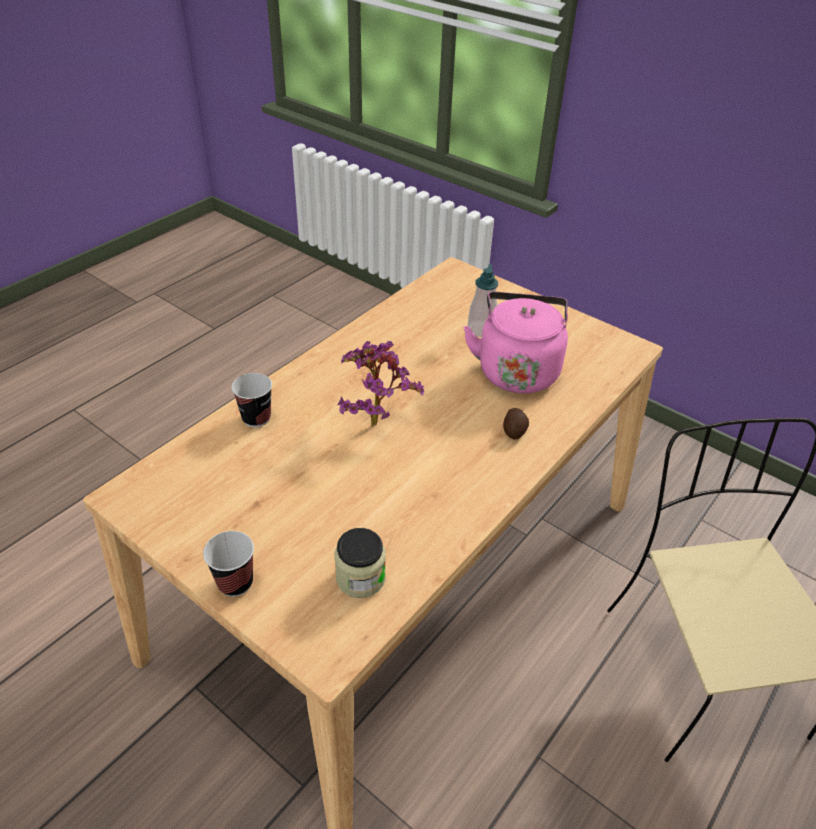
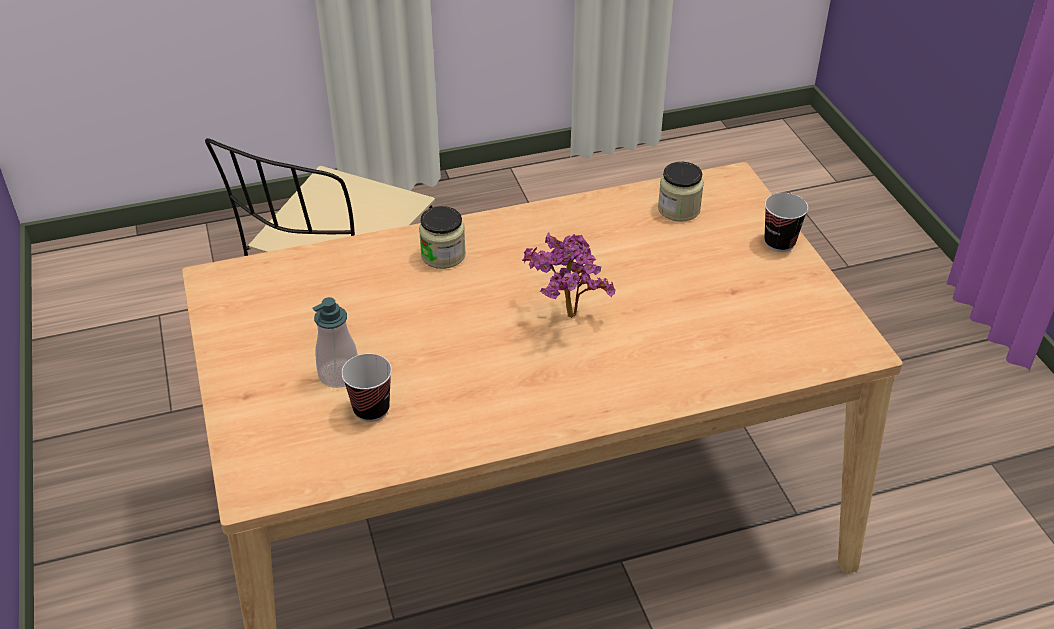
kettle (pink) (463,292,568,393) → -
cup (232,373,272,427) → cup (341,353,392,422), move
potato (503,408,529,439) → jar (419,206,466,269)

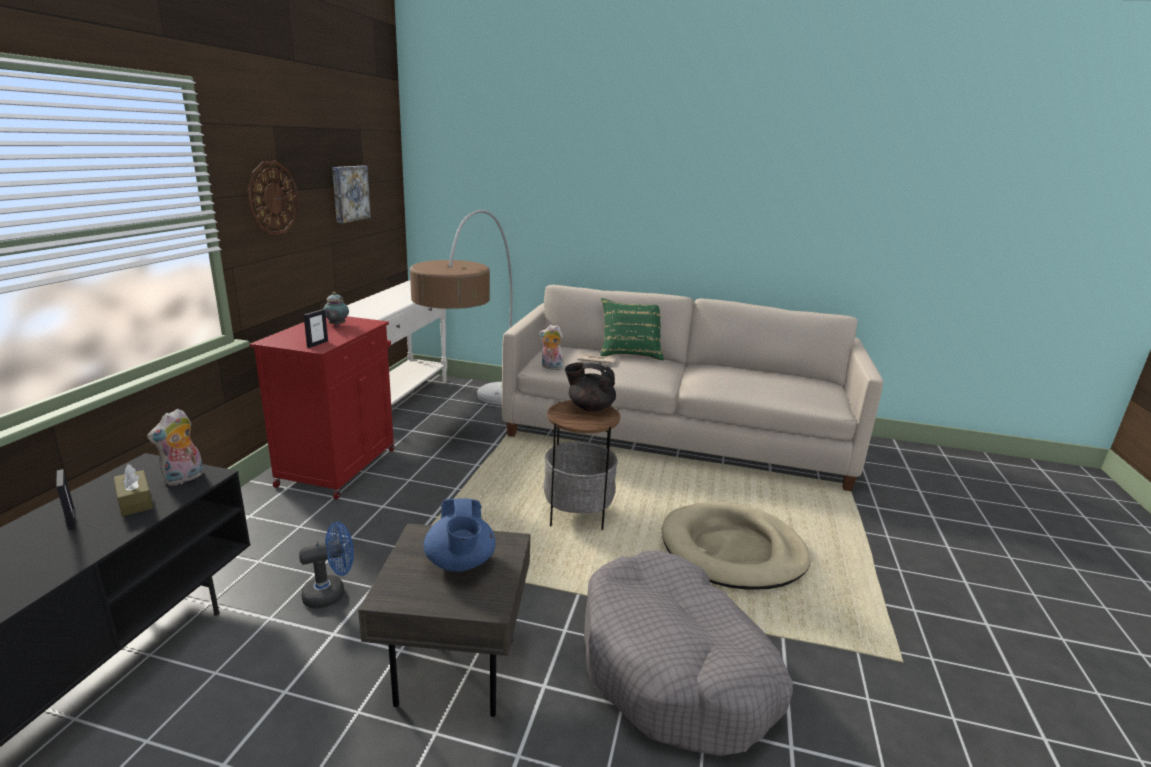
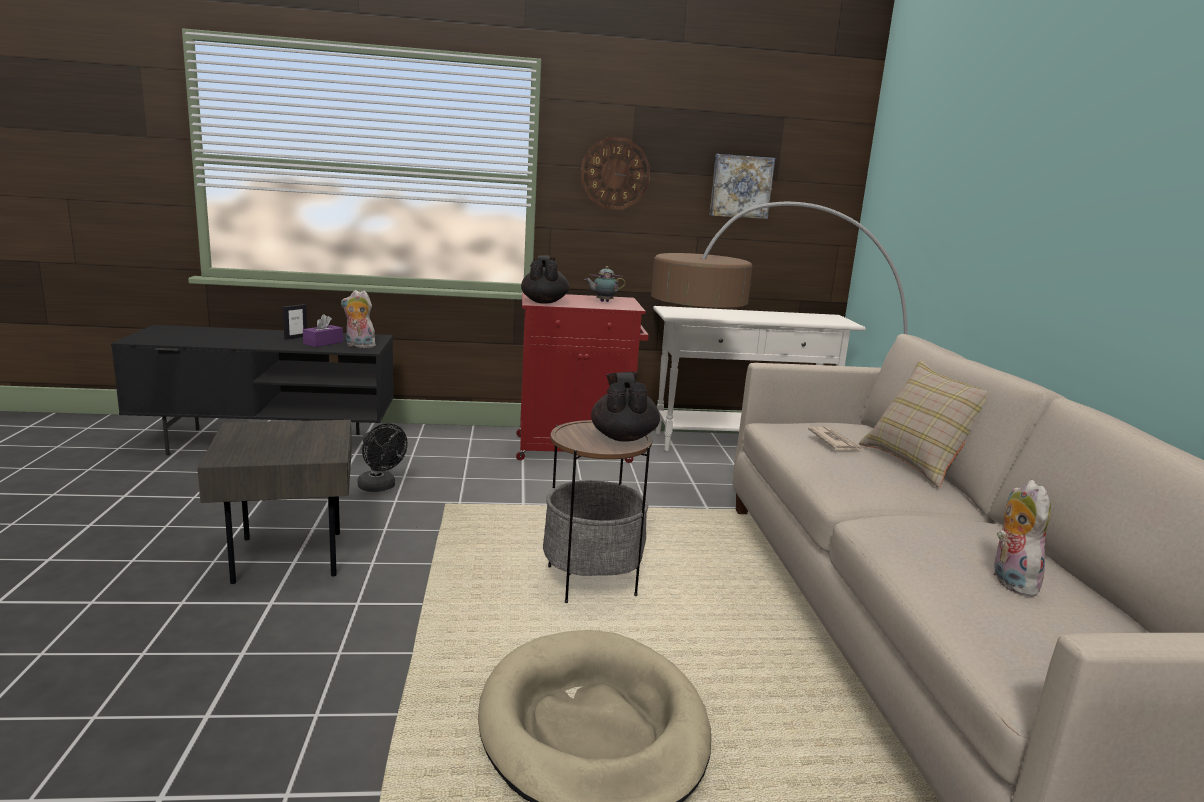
teapot (blue) (423,498,496,572) → -
dog bed (grey) (584,551,793,756) → -
plush toy (539,325,564,370) → plush toy (993,480,1051,597), move
picture frame (304,309,328,348) → teapot (black) (521,255,569,304)
tissue box (brown) (114,464,153,516) → tissue box (purple) (303,314,343,347)
fan (blue) (299,522,354,609) → fan (black) (357,423,408,492)
pillow (green) (600,298,664,360) → pillow (beige) (859,359,988,488)

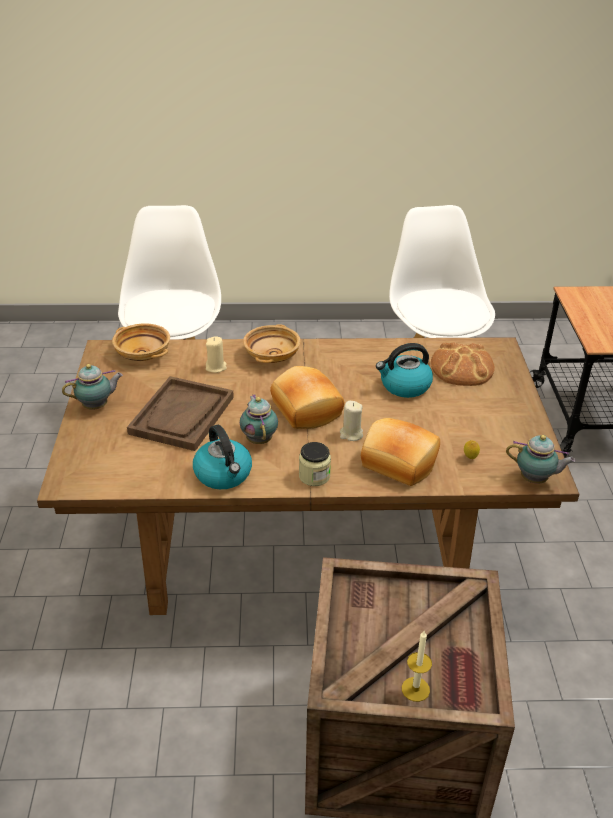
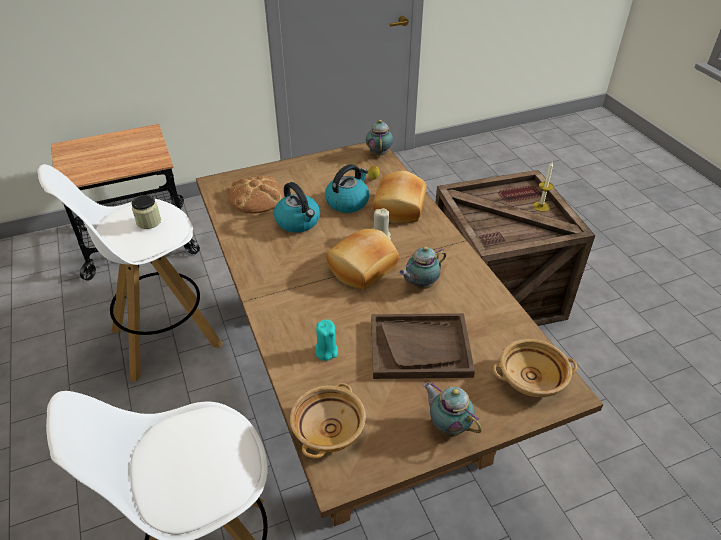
kettle (193,425,252,489) → kettle (325,164,369,213), move
bowl (beige) (243,324,301,363) → bowl (beige) (493,339,577,397), move
jar (299,442,331,486) → jar (131,195,161,229), move
candle (beige) (206,336,227,373) → candle (turquoise) (315,319,338,361)

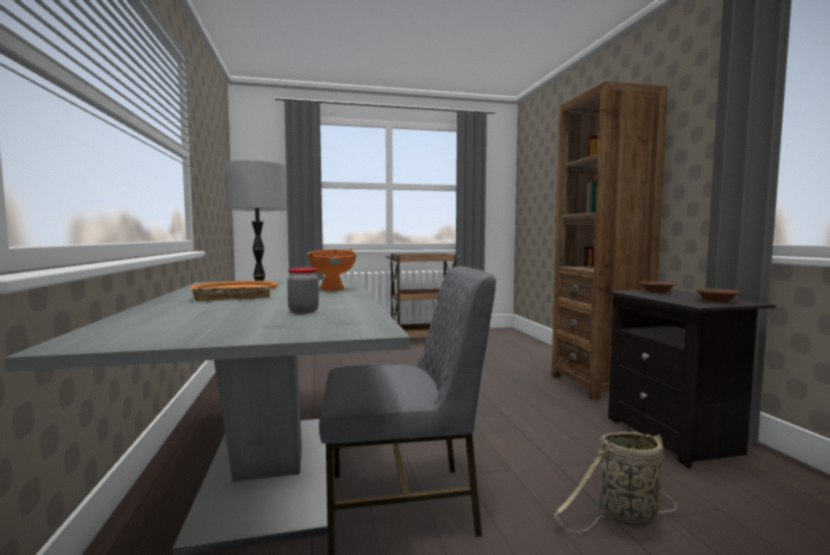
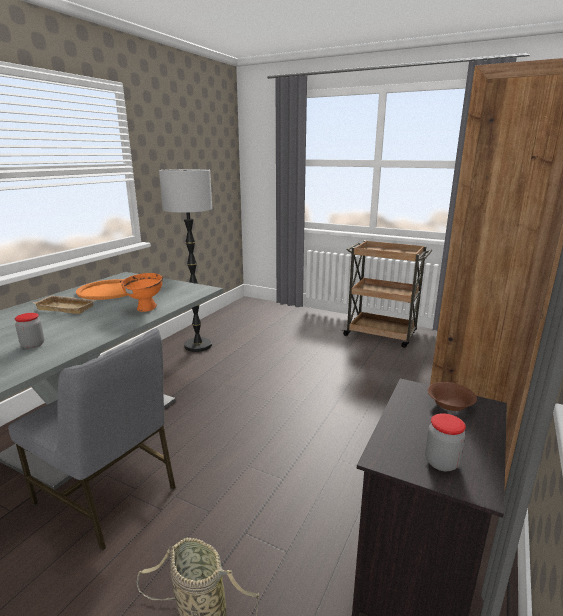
bowl (brown) (695,289,741,303) → jar (425,413,466,471)

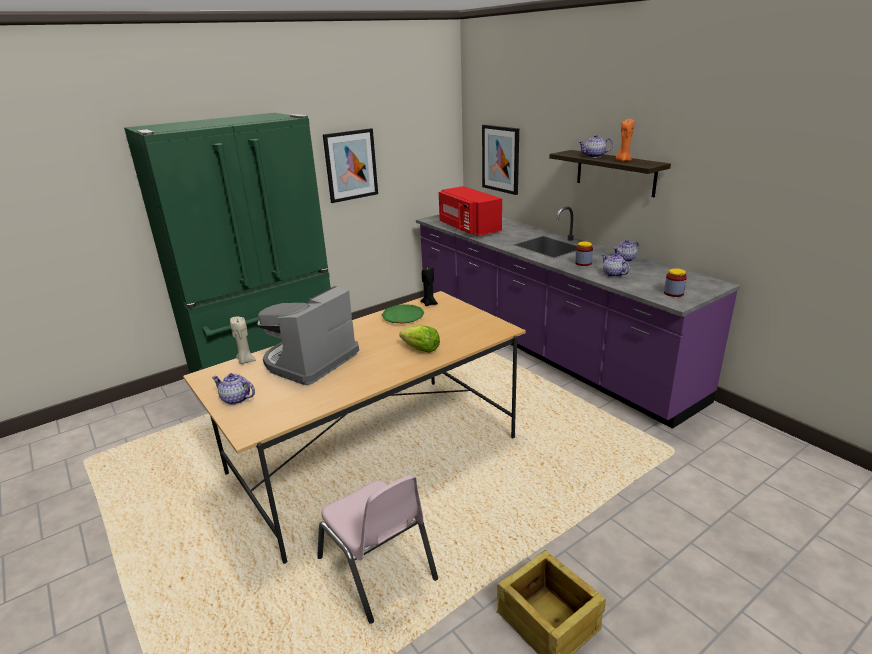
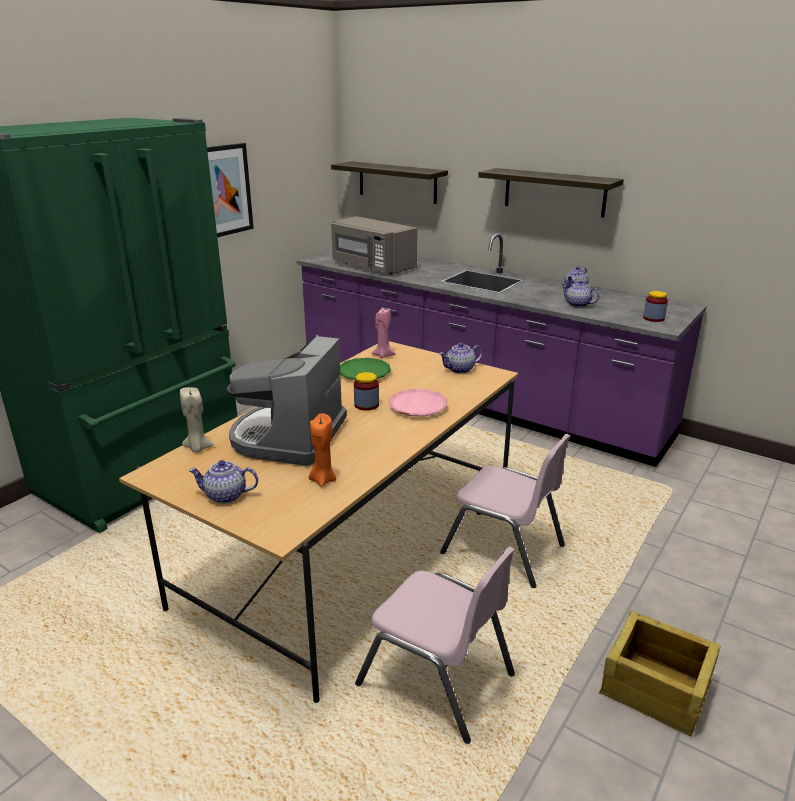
- → chair (pink) (440,434,571,588)
jar (575,242,593,266) → jar (354,372,379,411), move
teapot (578,135,613,158) → teapot (439,343,483,374), move
candle (orange) (616,119,634,161) → candle (orange) (309,413,336,487), move
lettuce (399,325,440,353) → plate (pink) (389,389,447,416)
picture (482,125,519,195) → shelf (331,161,448,204)
candle (black) (420,266,438,306) → candle (pink) (371,308,395,358)
microwave (red) (439,186,502,236) → microwave (grey) (331,216,418,275)

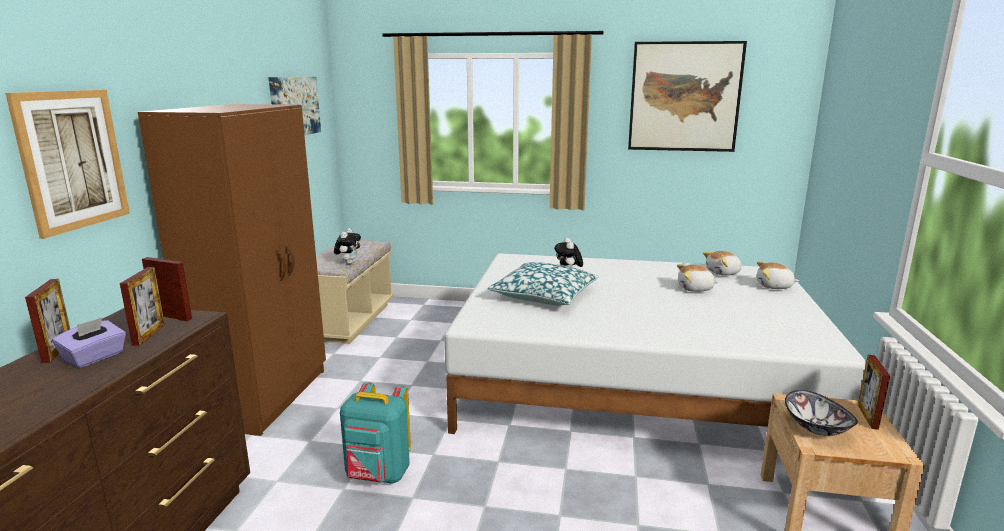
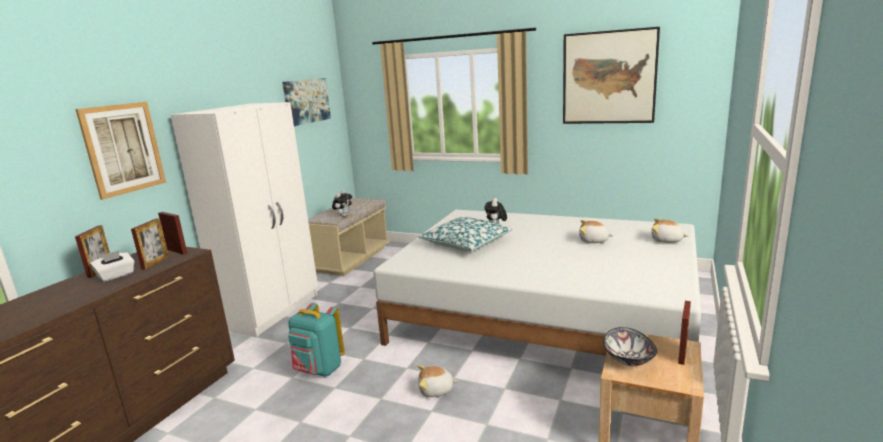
plush toy (703,251,742,276) → plush toy (417,365,458,397), move
tissue box (purple) (52,317,126,368) → tissue box (white) (90,250,134,282)
wardrobe (brown) (138,104,326,436) → wardrobe (white) (171,102,318,337)

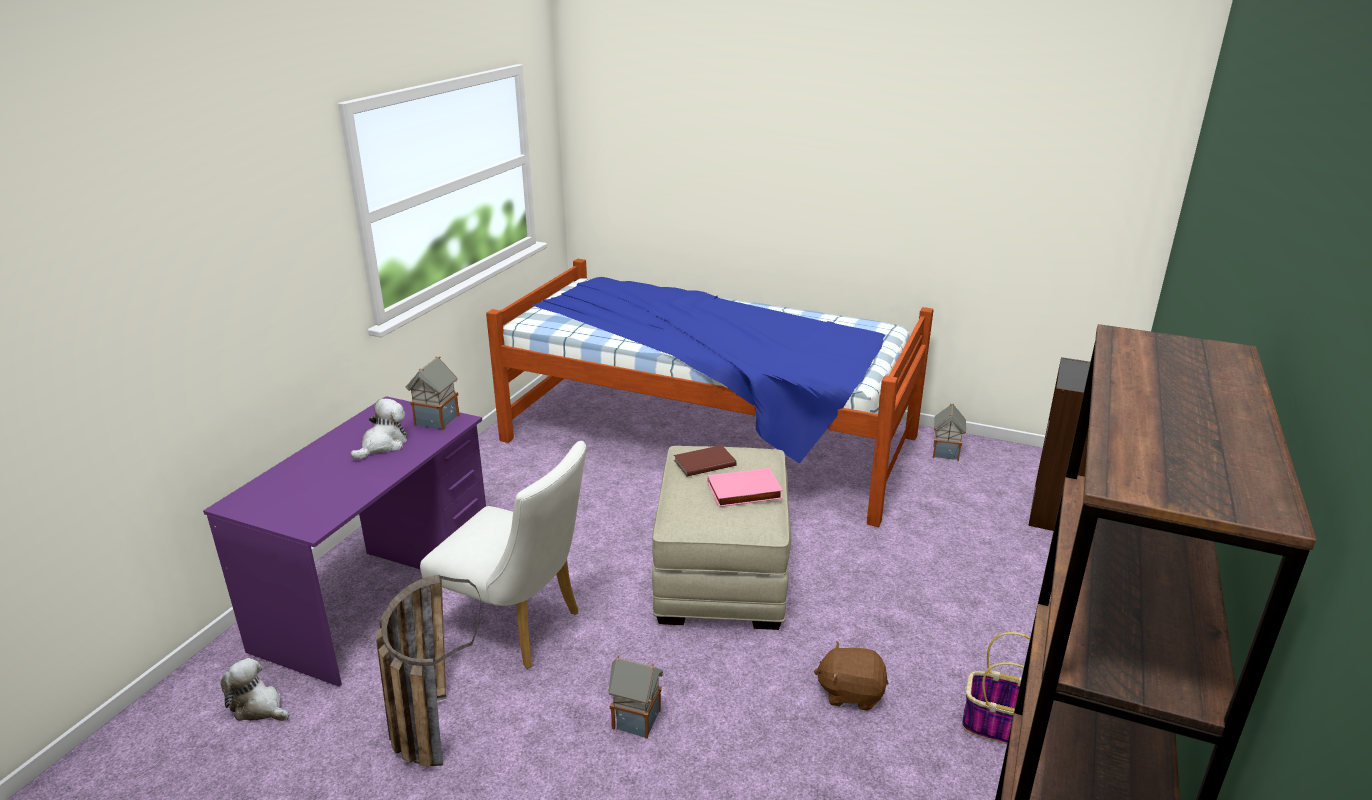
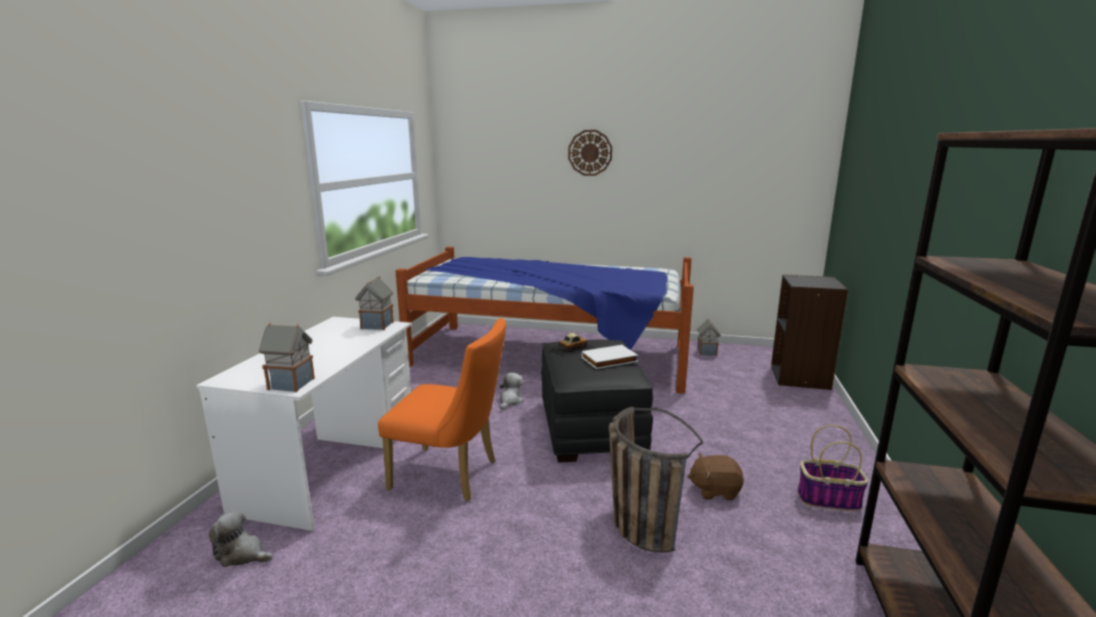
- → wall clock (568,130,612,176)
plush toy (351,399,407,460) → plush toy (499,373,524,410), move
basket (376,575,481,766) → basket (609,407,703,553), move
toy house (608,655,664,739) → toy house (259,323,315,392), move
book (brown) (674,445,737,477) → toy car (549,333,598,357)
desk (purple) (203,396,486,686) → desk (white) (196,317,411,531)
chair (white) (420,441,586,669) → chair (orange) (378,318,506,501)
ottoman (beige) (652,446,791,630) → ottoman (black) (541,339,653,463)
book (pink) (708,468,783,507) → book (white) (582,345,638,369)

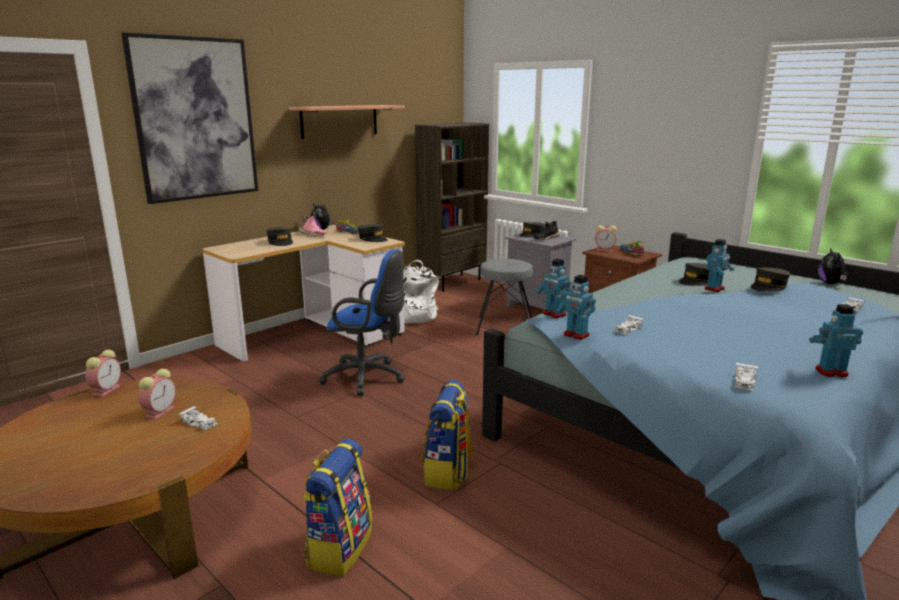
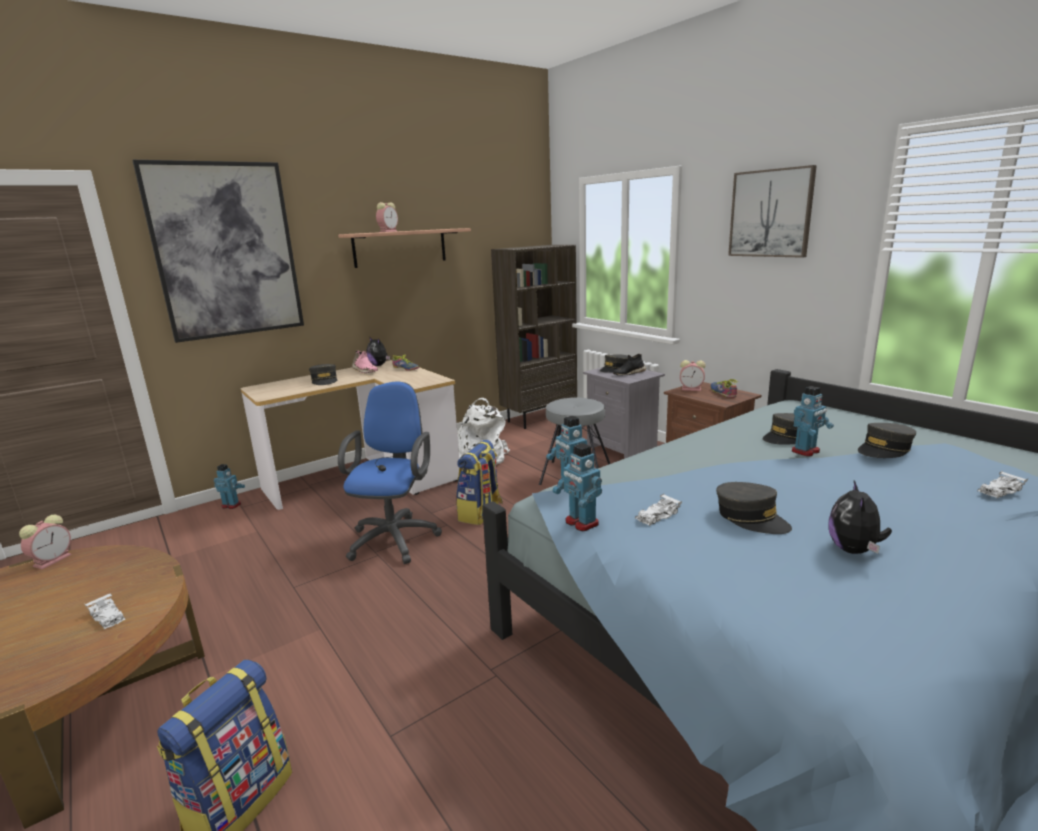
toy car (white) (735,363,758,390) → -
- → picture (728,165,817,258)
alarm clock (138,369,176,420) → alarm clock (376,202,398,232), move
cap (grey) (358,224,388,242) → cap (grey) (716,482,792,534), move
backpack (422,380,474,490) → backpack (456,440,503,525), move
toy robot (809,304,863,377) → toy robot (213,464,245,509), move
plush toy (818,248,848,284) → plush toy (829,480,892,554), move
office chair (blue) (319,250,405,396) → office chair (blue) (338,382,442,564), 105 degrees counterclockwise

